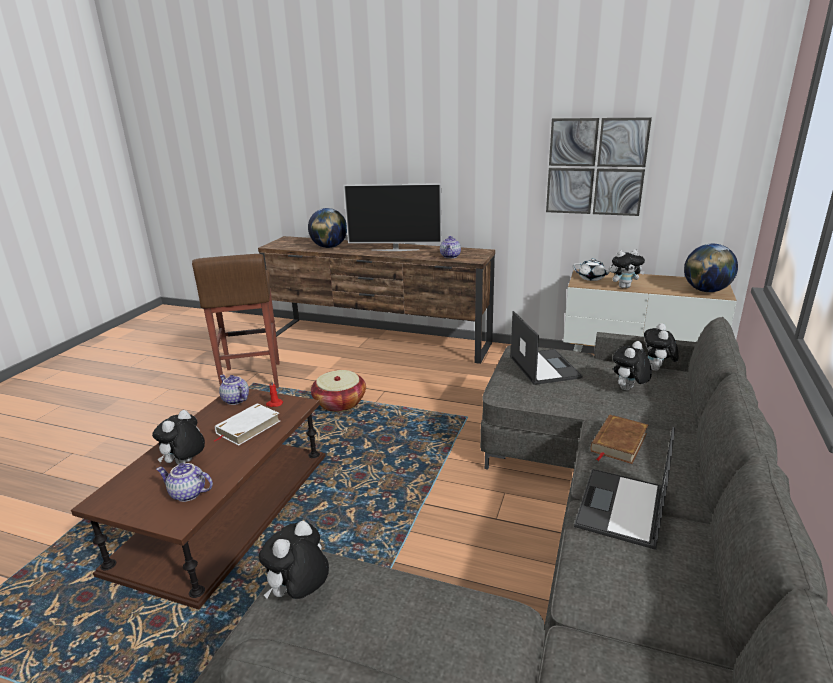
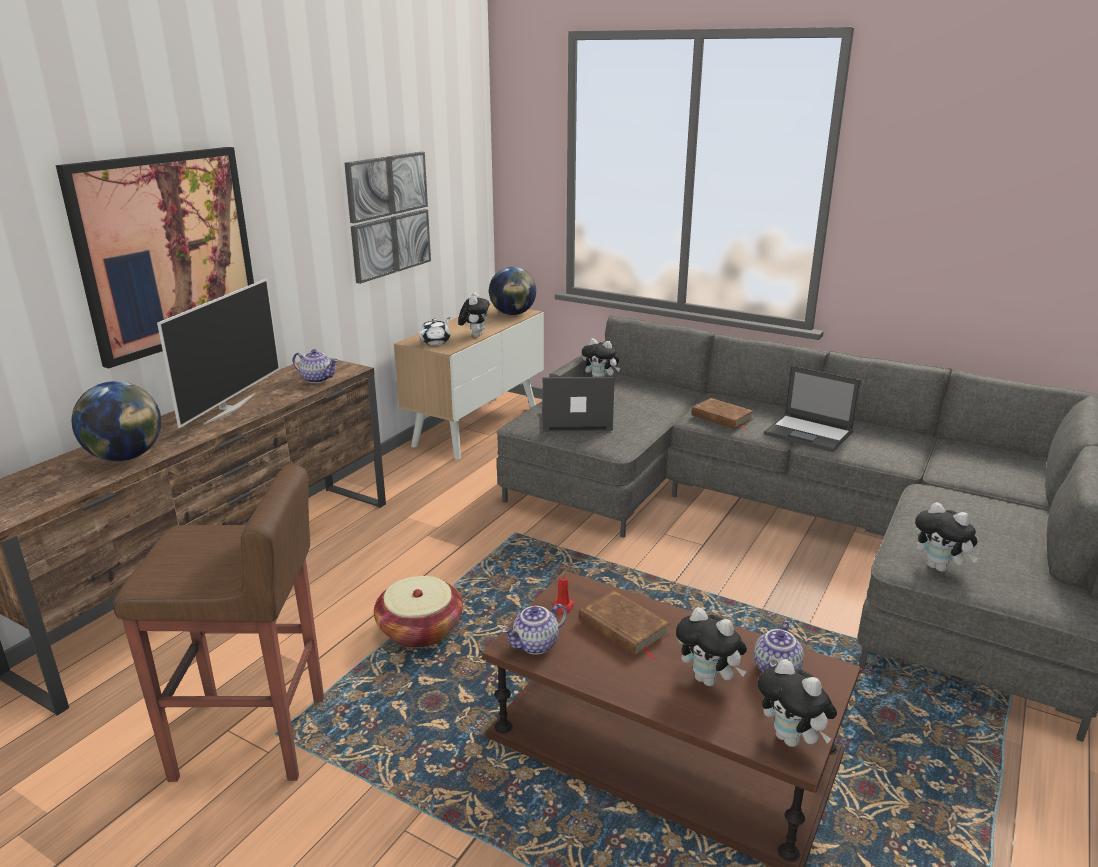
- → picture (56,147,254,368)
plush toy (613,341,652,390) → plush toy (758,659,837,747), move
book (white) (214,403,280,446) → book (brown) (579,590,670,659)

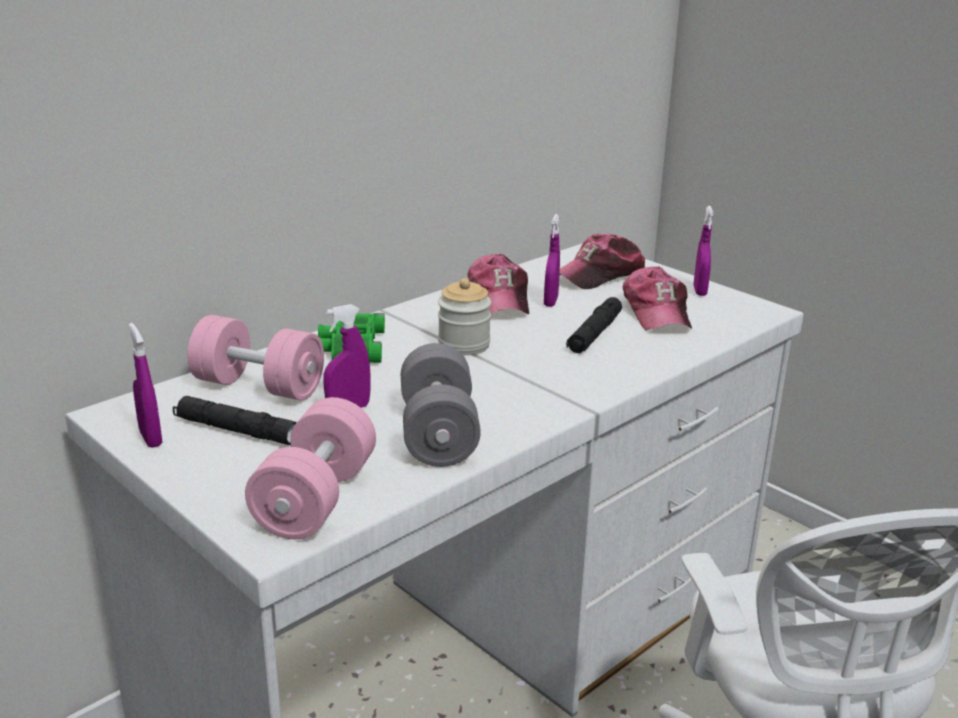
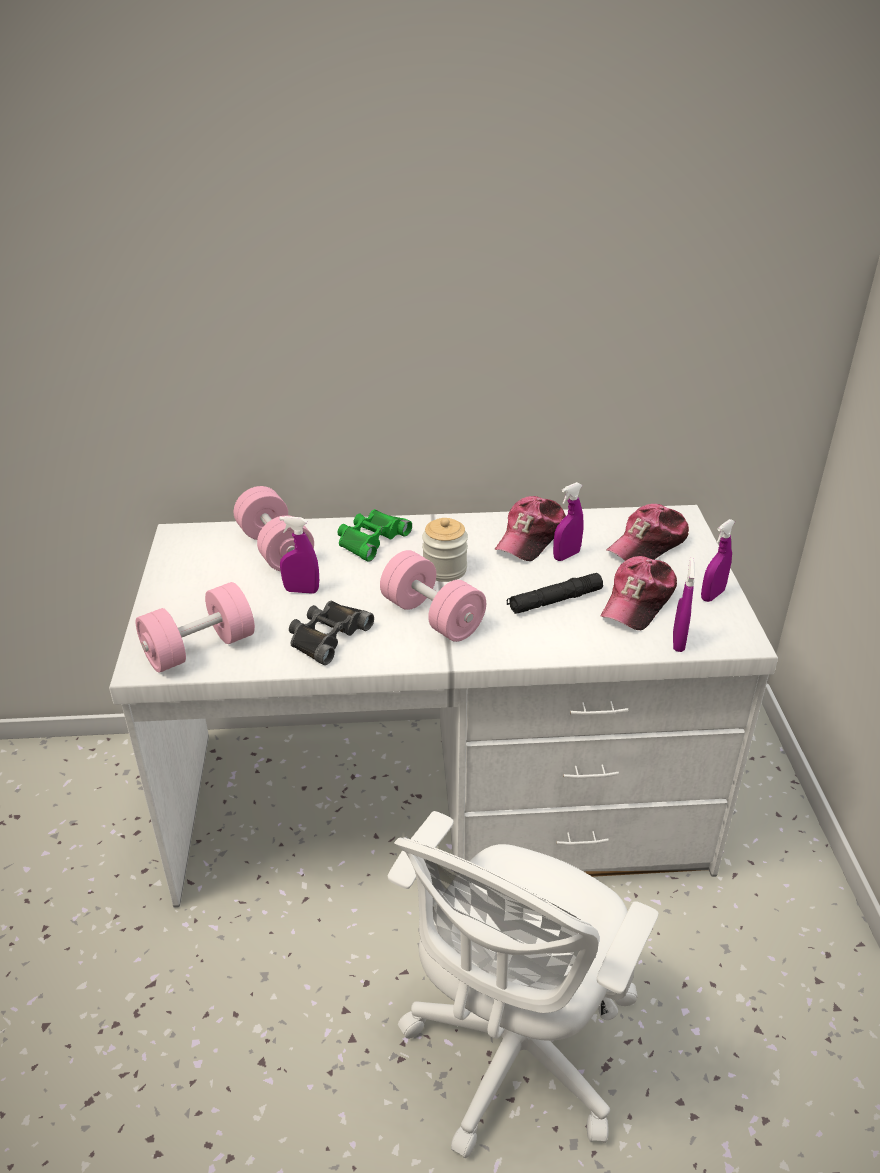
flashlight (black) (173,396,297,445) → -
- → dumbbell (pink) (380,550,486,642)
spray bottle (purple) (129,323,162,448) → spray bottle (purple) (673,558,695,652), move
dumbbell (grey) (401,343,481,467) → binoculars (black) (289,601,374,665)
cap (559,234,645,289) → cap (606,504,689,561), 45 degrees counterclockwise

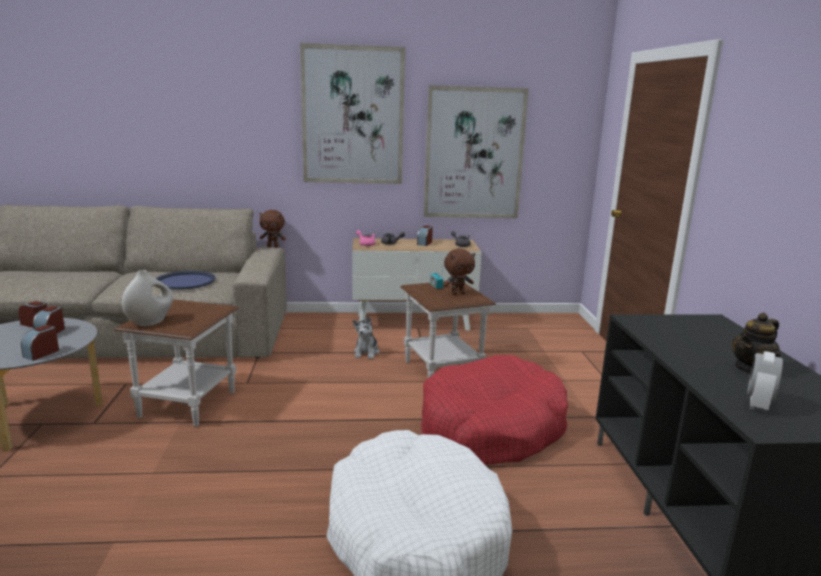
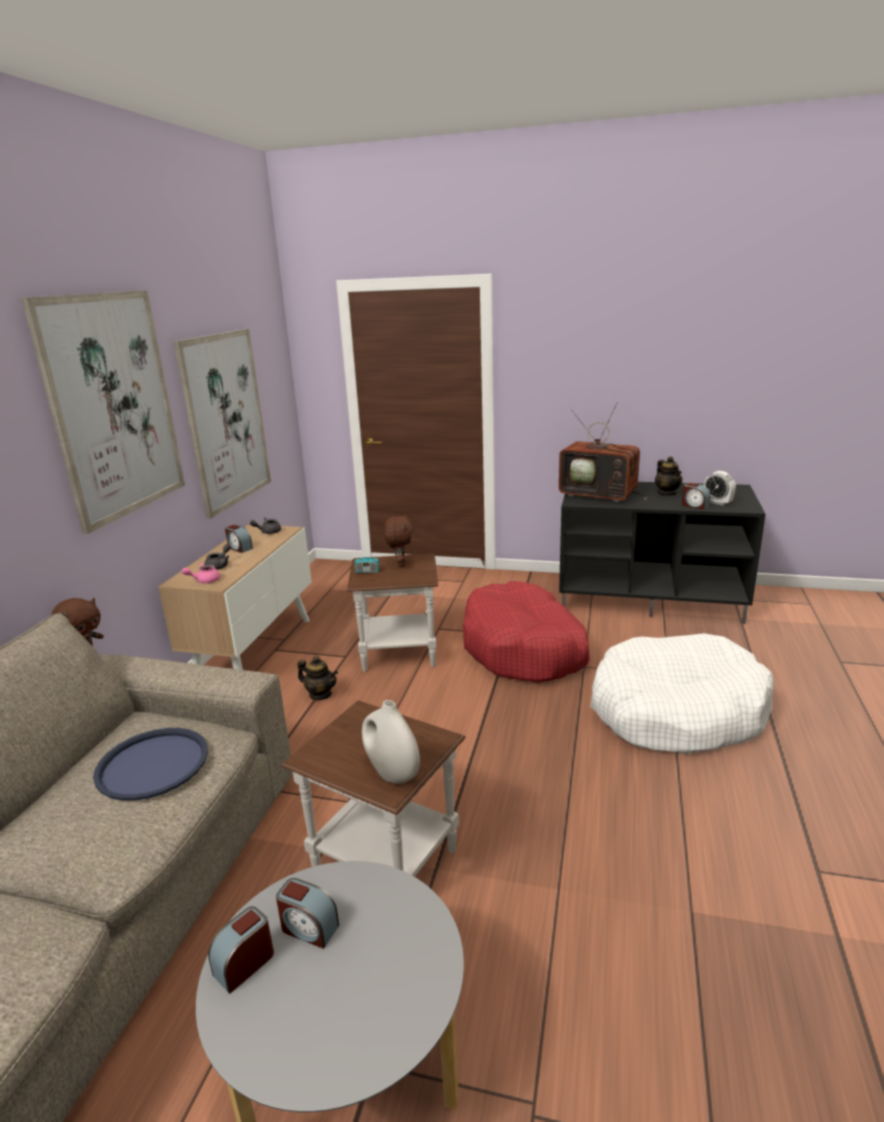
- → television (559,403,648,503)
alarm clock (21,325,59,361) → alarm clock (682,483,710,510), move
plush toy (353,316,380,359) → teapot (298,656,338,700)

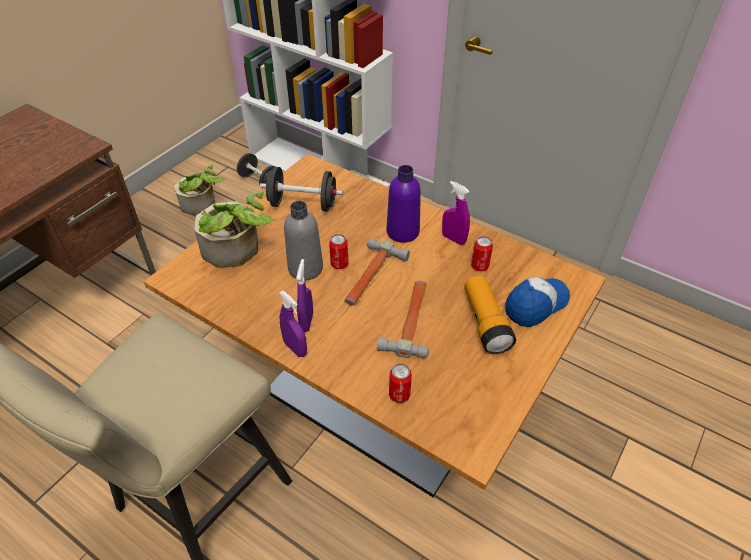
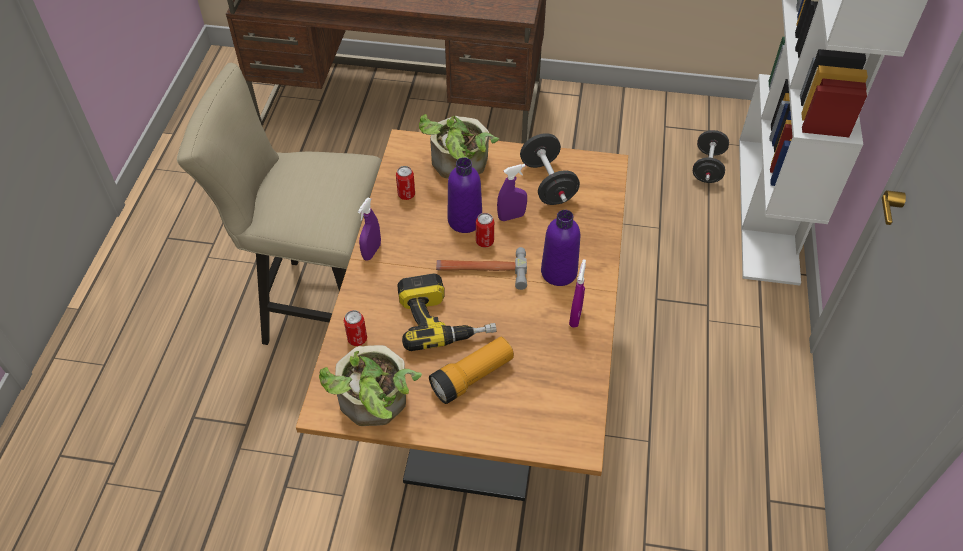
cap (506,278,570,327) → -
potted plant (174,164,225,215) → potted plant (319,345,422,426), move
spray bottle (purple) (296,259,313,332) → spray bottle (purple) (497,164,527,221), move
can (471,236,493,271) → can (396,166,415,200), move
hammer (377,281,429,358) → power drill (397,273,496,351)
bottle (grey) (284,201,323,281) → bottle (purple) (448,157,482,233)

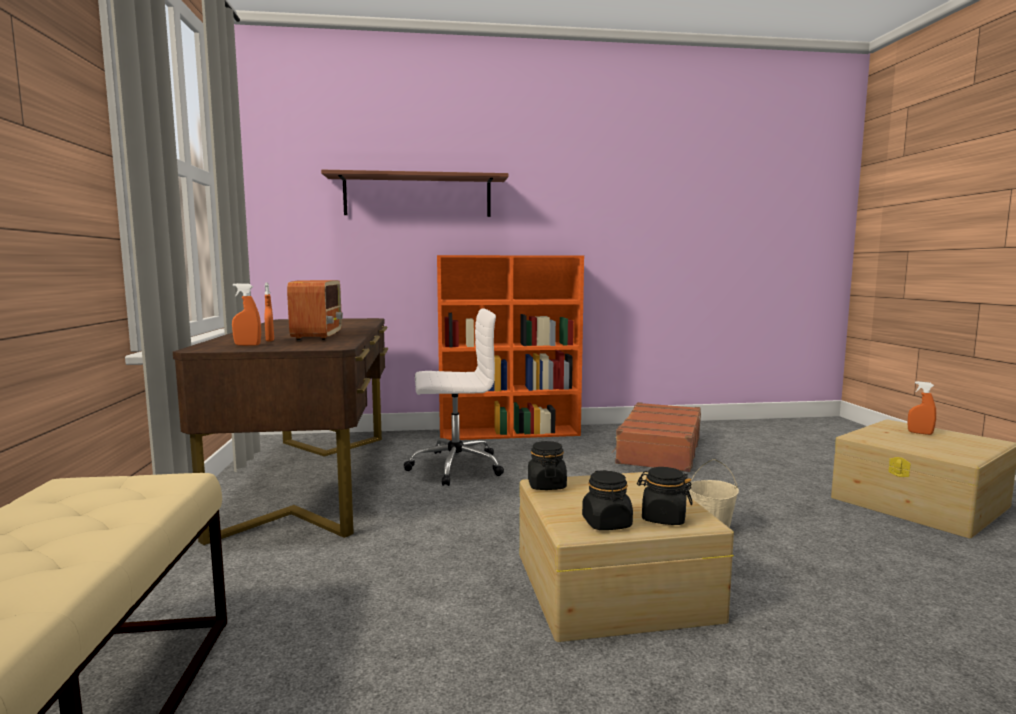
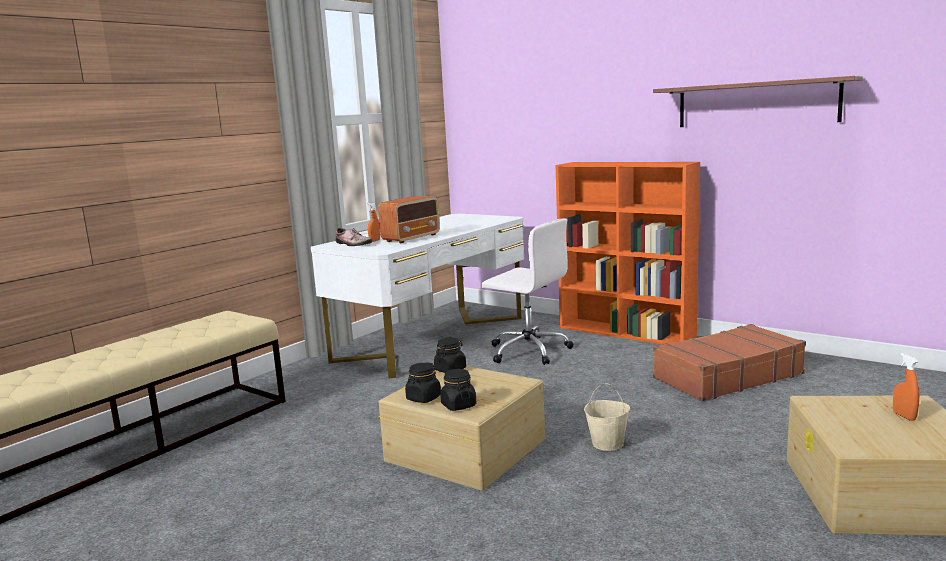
shelf (321,170,509,217) → shelf (653,76,863,127), move
spray bottle (orange) (232,283,261,346) → shoe (336,228,373,246)
desk (brown) (173,318,388,545) → desk (white) (311,213,524,378)

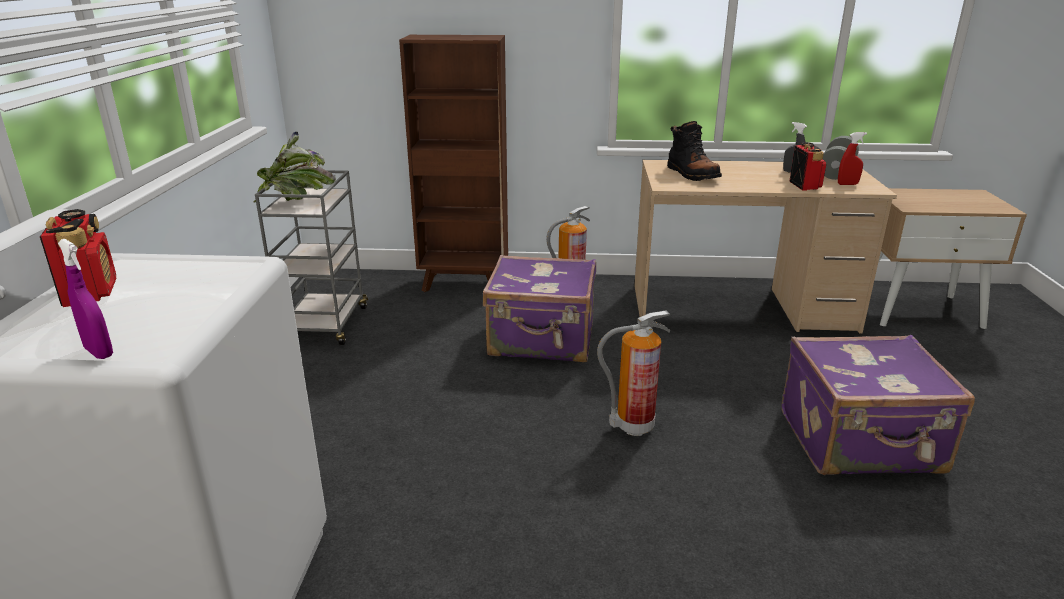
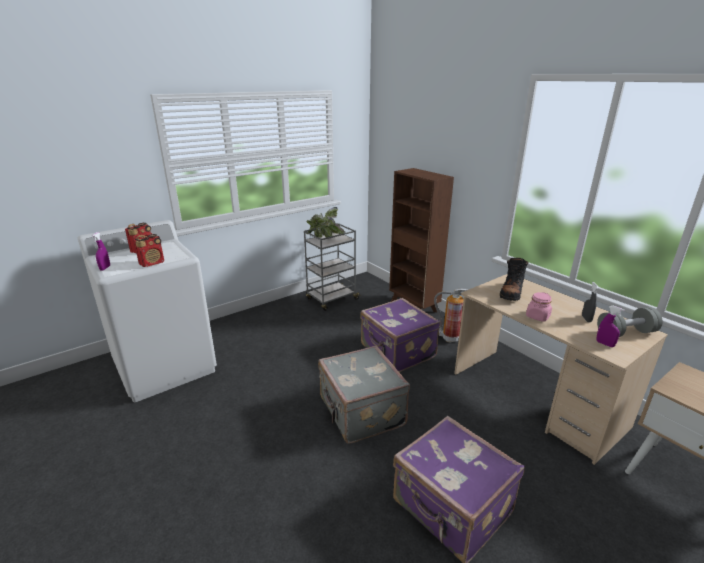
- → jar (pink) (526,292,552,322)
radio (790,142,826,190) → radio (134,234,164,267), move
fire extinguisher (597,311,670,436) → suitcase (grey) (318,345,410,444)
spray bottle (red) (838,132,867,185) → spray bottle (purple) (596,306,624,347)

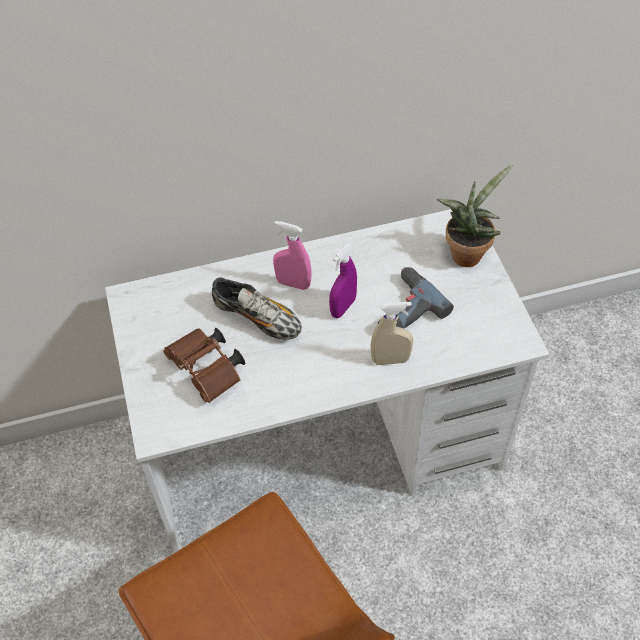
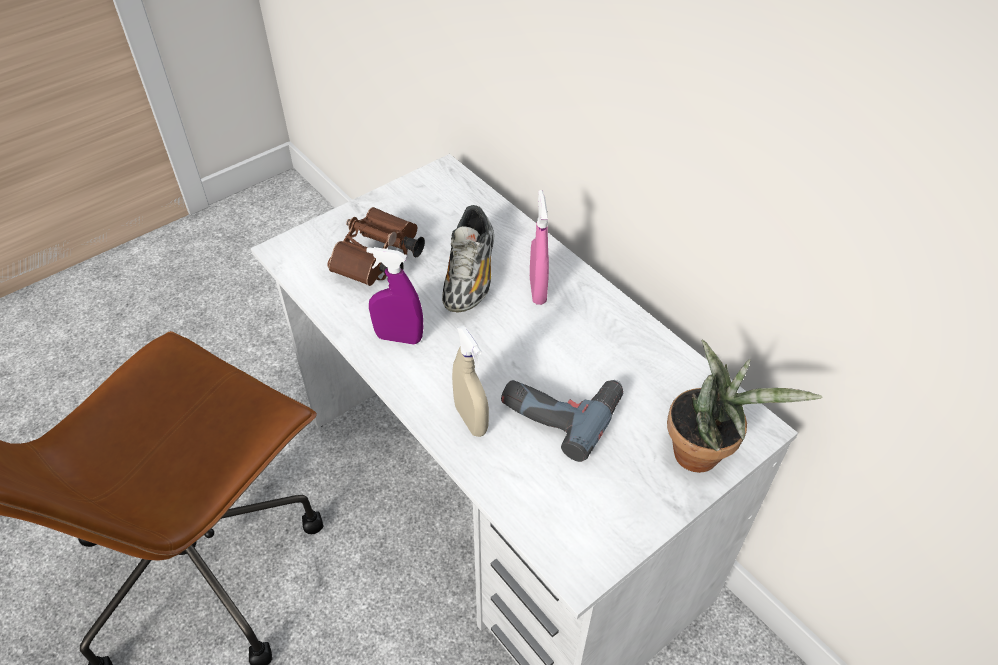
spray bottle (purple) (329,243,357,318) → spray bottle (purple) (366,247,423,345), move

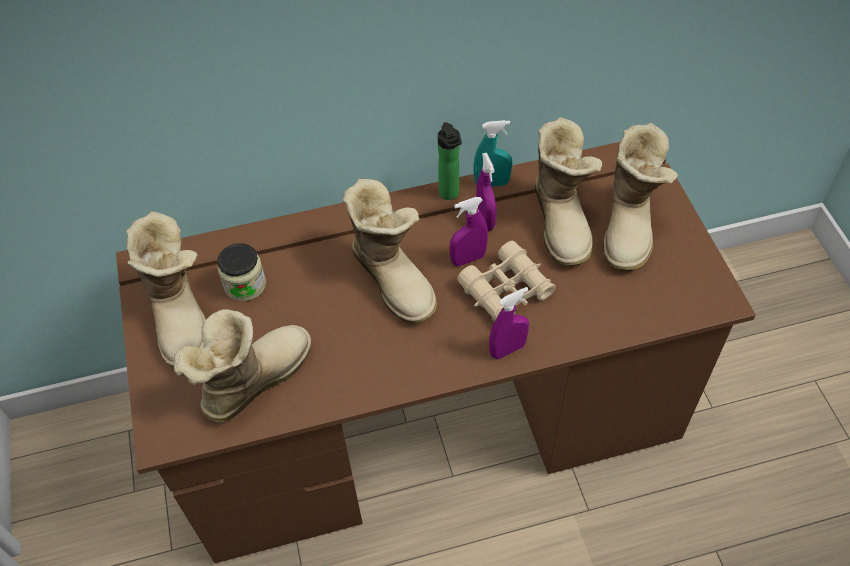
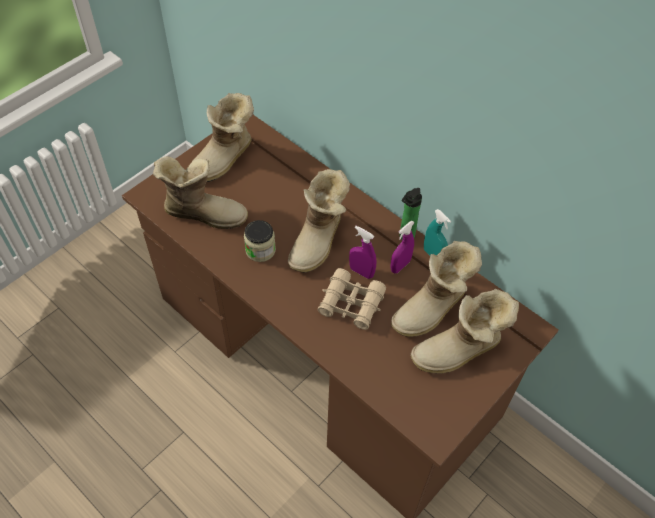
spray bottle (purple) (489,287,529,359) → -
jar (217,243,266,301) → jar (244,220,276,262), move

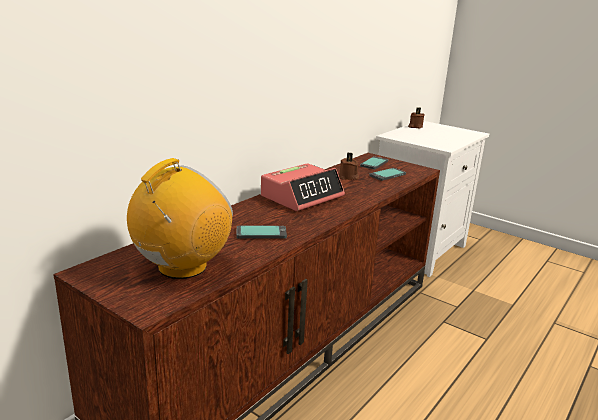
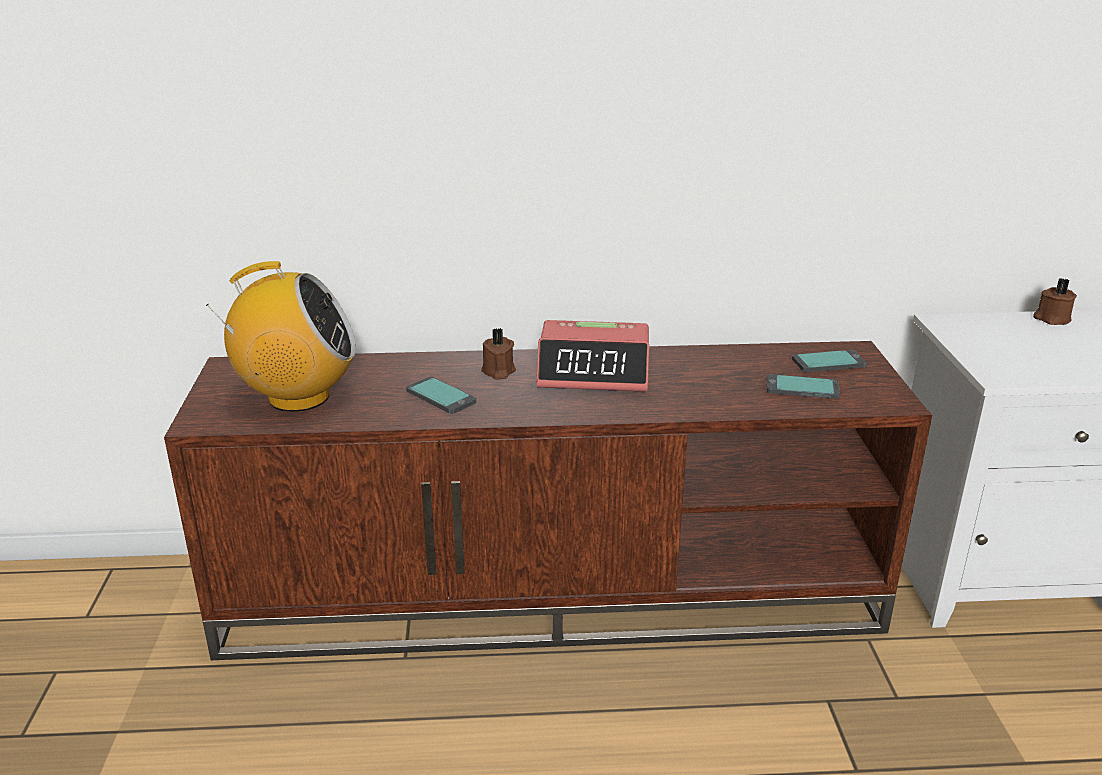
candle (brown) (339,153,359,180) → candle (brown) (481,328,516,380), move

